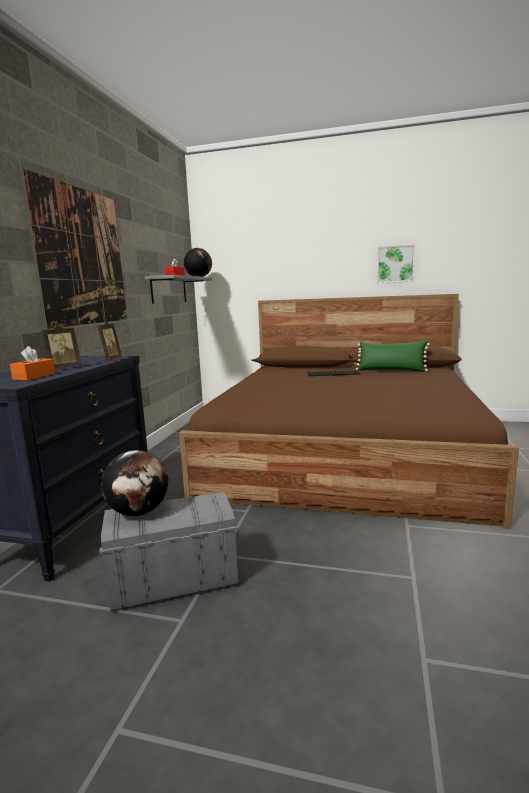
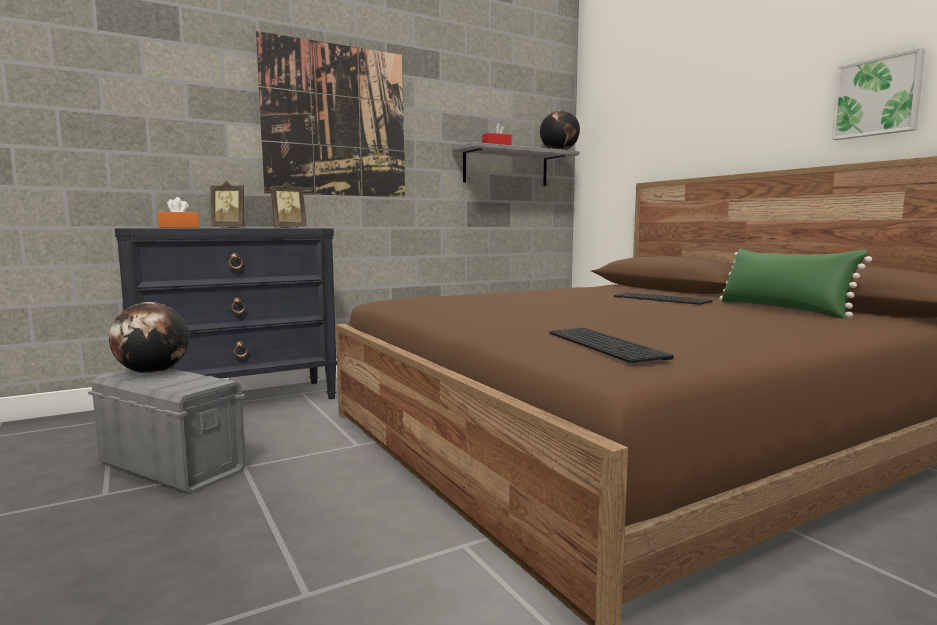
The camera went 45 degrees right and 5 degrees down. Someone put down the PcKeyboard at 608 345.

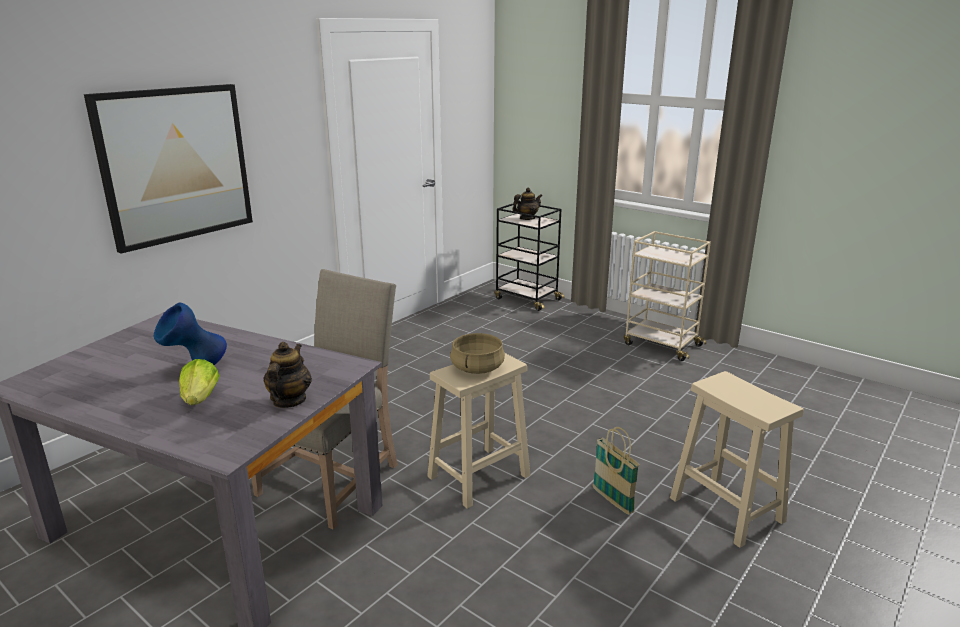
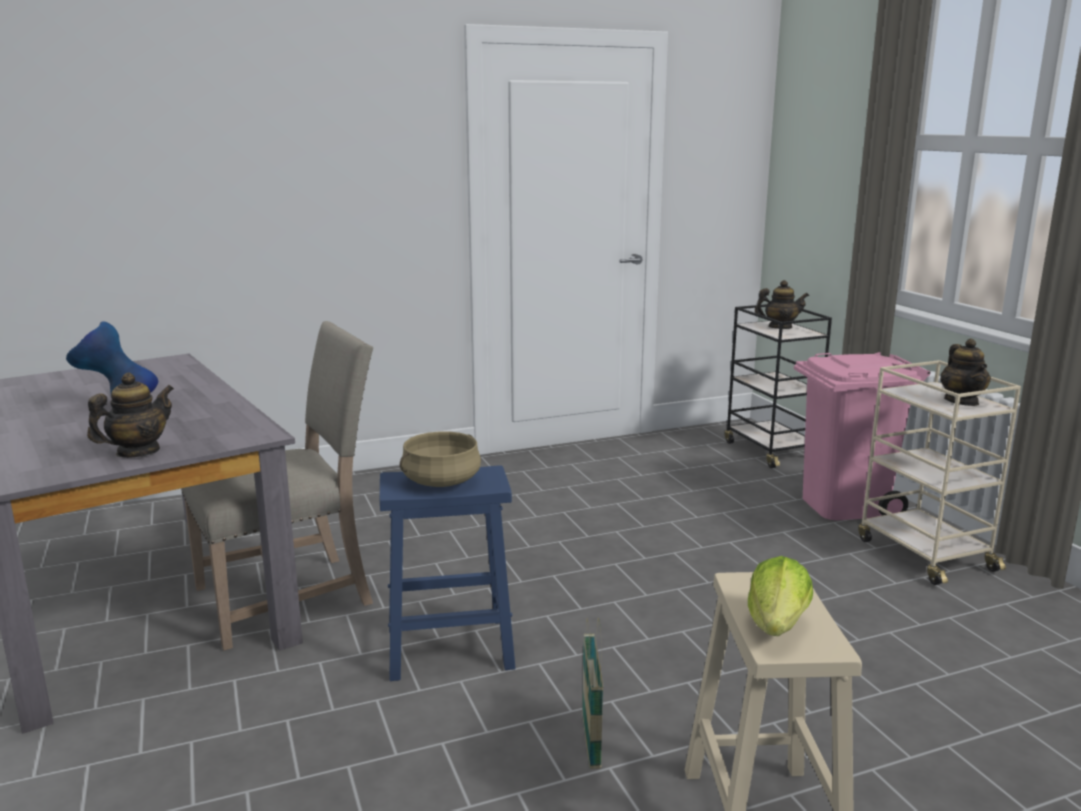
The camera went 30 degrees right and 5 degrees down. Someone took away the Picture at 175 165. Someone repainted the BeigeColouredSittingStool at 480 475, which became the BluishSittingStool at 452 647. Someone carried the Lettuce from 201 399 to 777 625. Someone put down the Teapot at 962 401. Someone put down the PinkColouredWasteBin at 843 504.

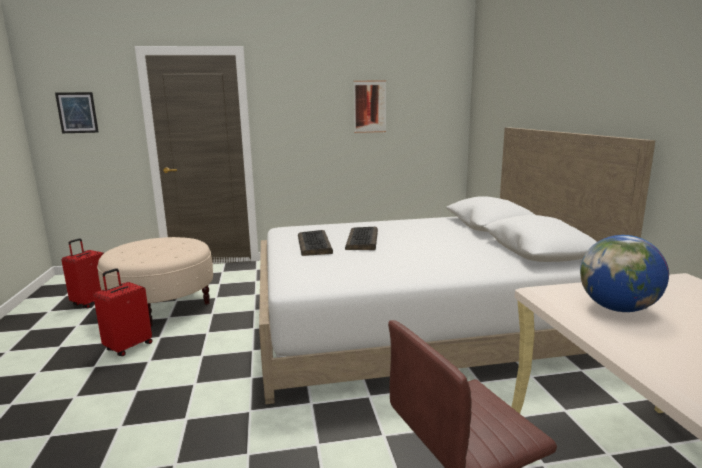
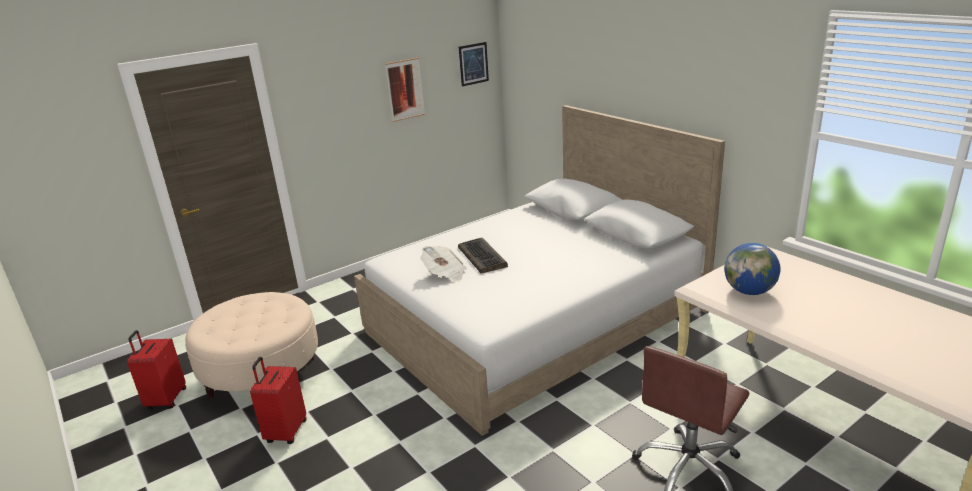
The camera went 25 degrees left and 10 degrees up. Someone carried the Picture from 77 112 to 473 64. Someone swapped the PcKeyboard at 315 245 for the PrintedPaper at 445 274.

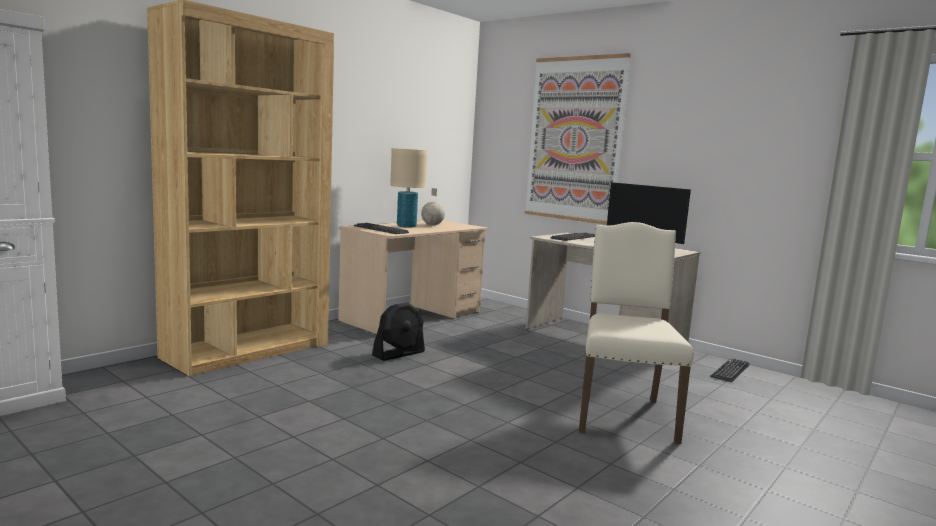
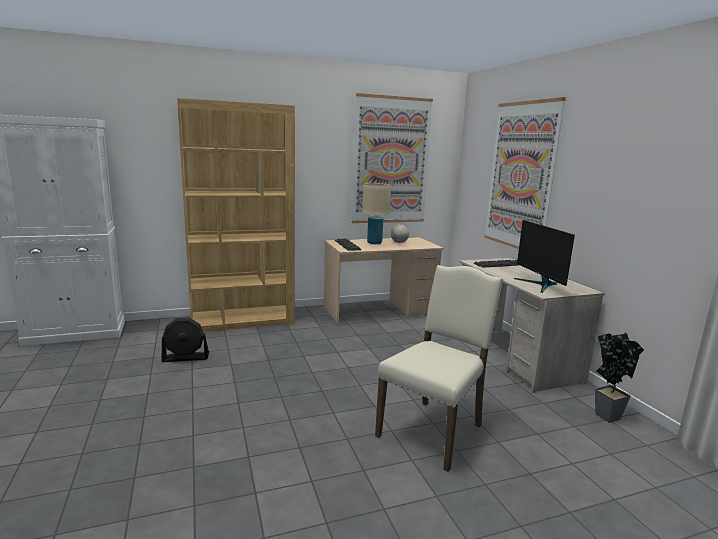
The camera went 30 degrees right and 5 degrees up. Someone carried the BlackColouredFan from 399 354 to 186 357. Someone swapped the PcKeyboard at 730 370 for the PottedPlant at 606 414. Someone put up the Picture at 391 161.

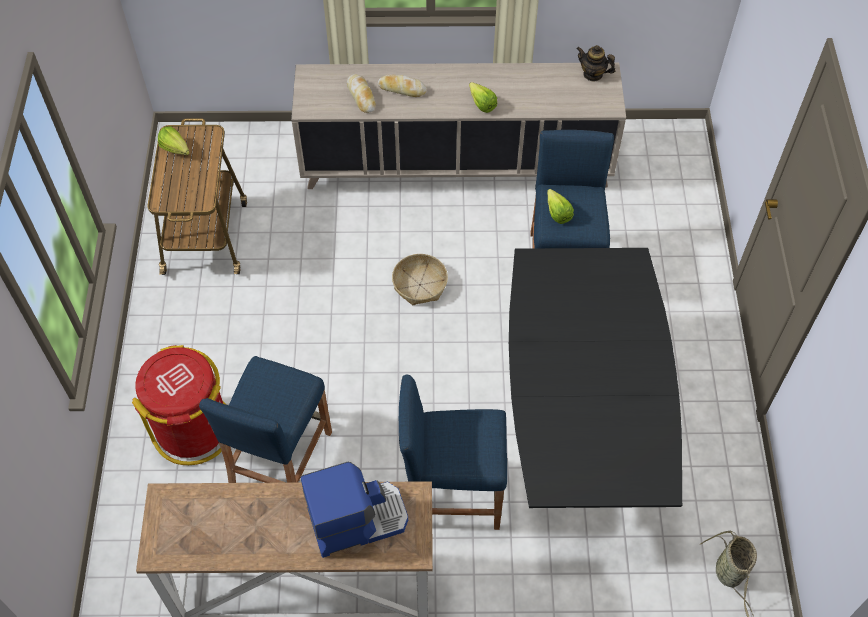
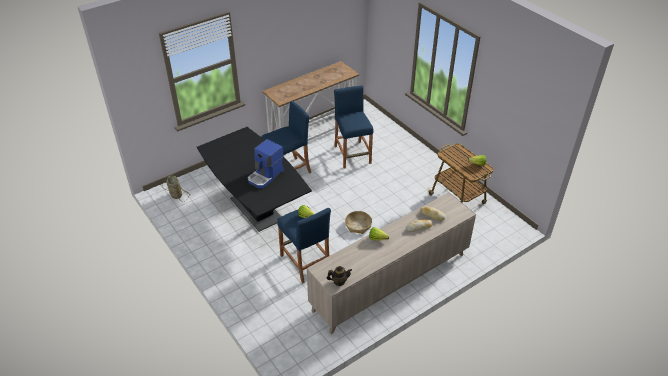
The camera went 145 degrees right and 15 degrees down. Someone took away the RedColouredWasteBin at 194 429. Someone carried the CoffeeMachine from 357 519 to 266 176.

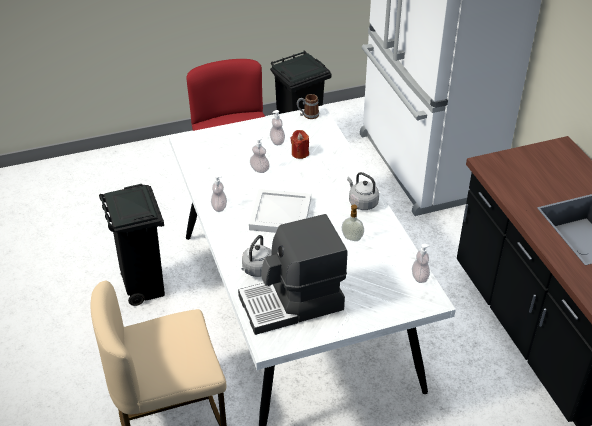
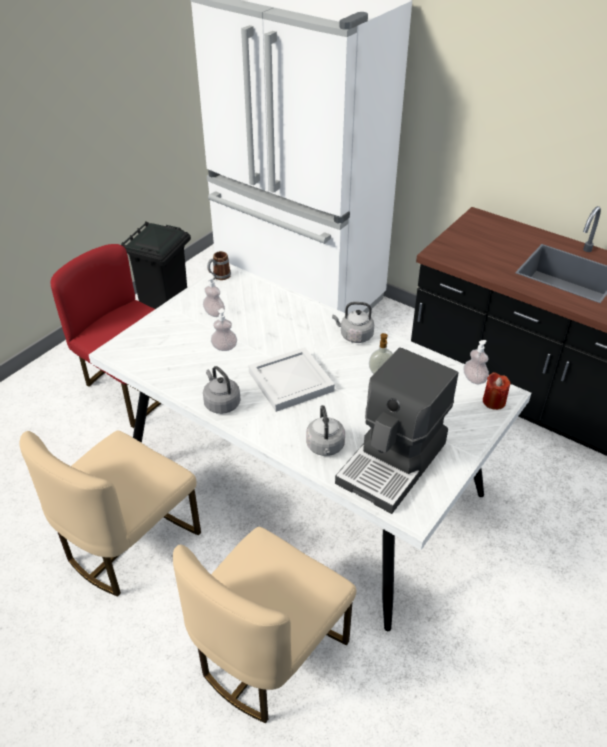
The camera went 35 degrees left and 0 degrees up. Someone carried the RedColouredWaxCandle from 300 153 to 494 401. Someone swapped the SoapDispenser at 219 207 for the GreyKettle at 221 403. Someone swapped the BlackColouredWasteBin at 144 287 for the BeigeColouredChair at 128 543.

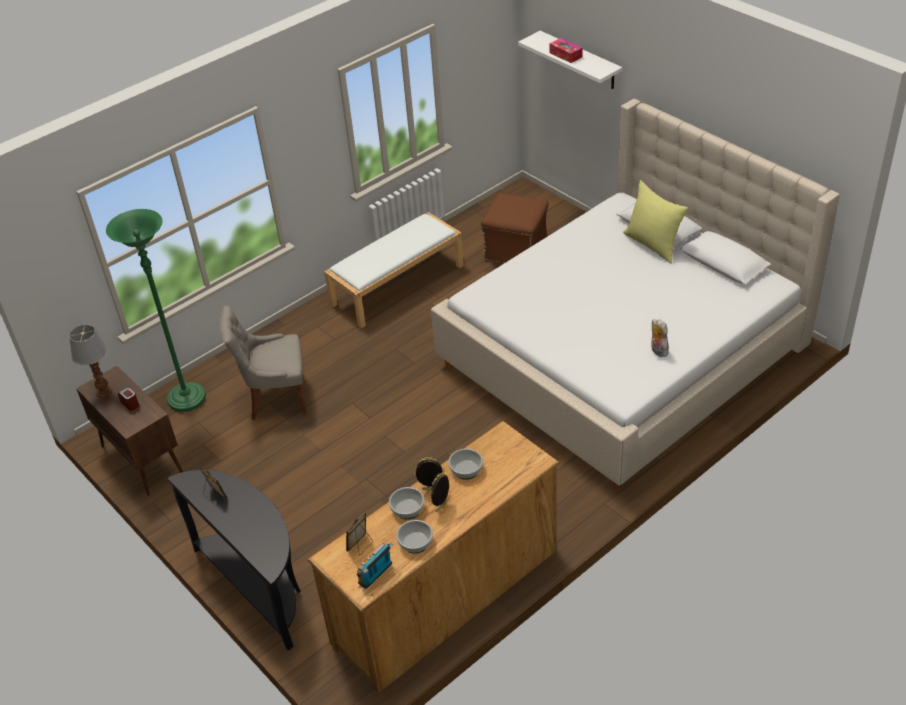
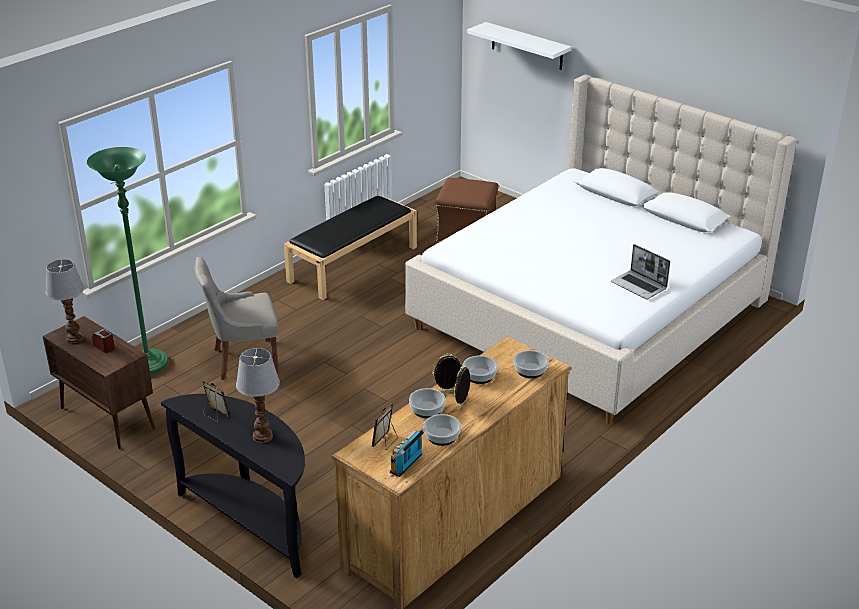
The camera went 10 degrees left and 10 degrees down. Someone took away the TissueBox at 565 55. Someone took away the YellowishCushion at 653 244. Someone repainted the WhiteLongSeat at 398 284, which became the BlackColouredLongSeat at 353 263. Someone swapped the PlushToy at 657 351 for the Laptop at 639 286. Someone put down the LampForATable at 263 437. Someone put down the Bowl at 530 370.

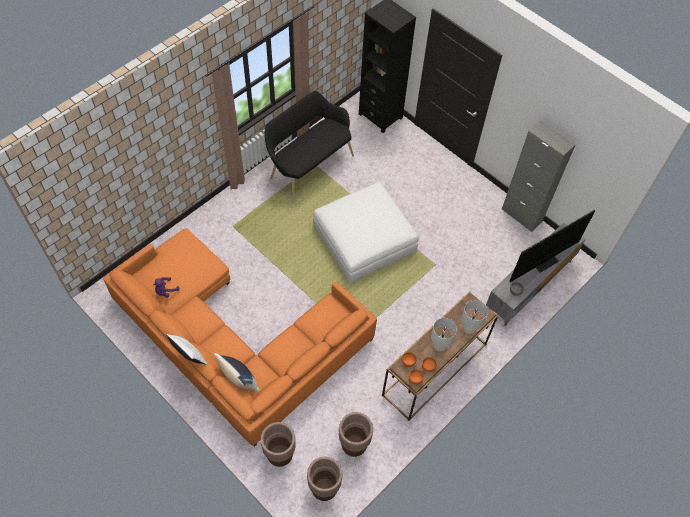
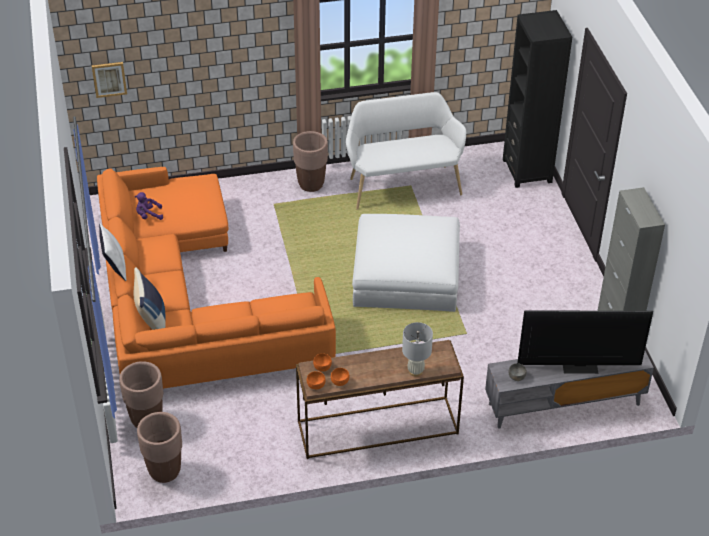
The camera went 35 degrees right and 15 degrees down. Someone repainted the BlackColouredLongSeat at 308 166, which became the WhiteLongSeat at 402 184. Someone took away the WhiteLampForATable at 439 347. Someone carried the BrownColouredFlowerPot from 354 445 to 311 184. Someone put up the Picture at 109 79.

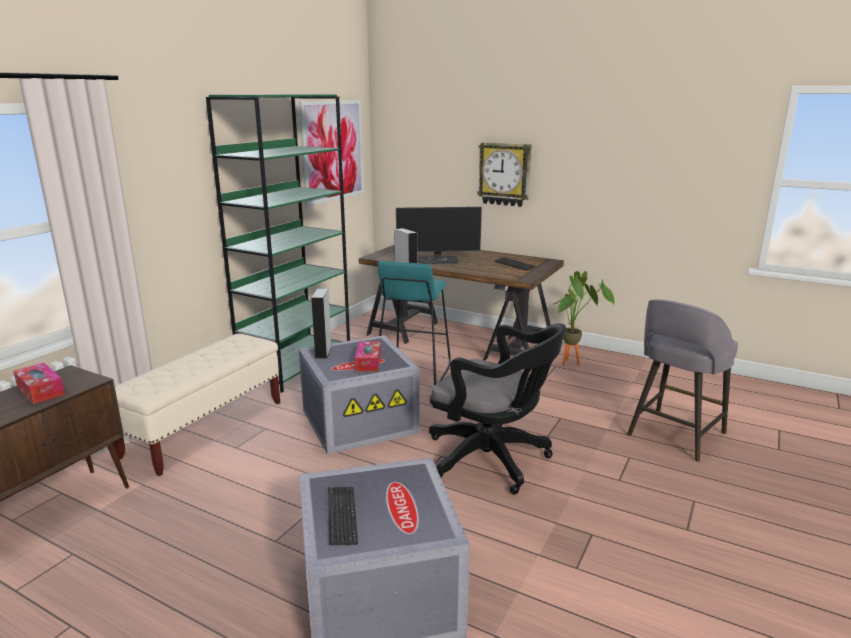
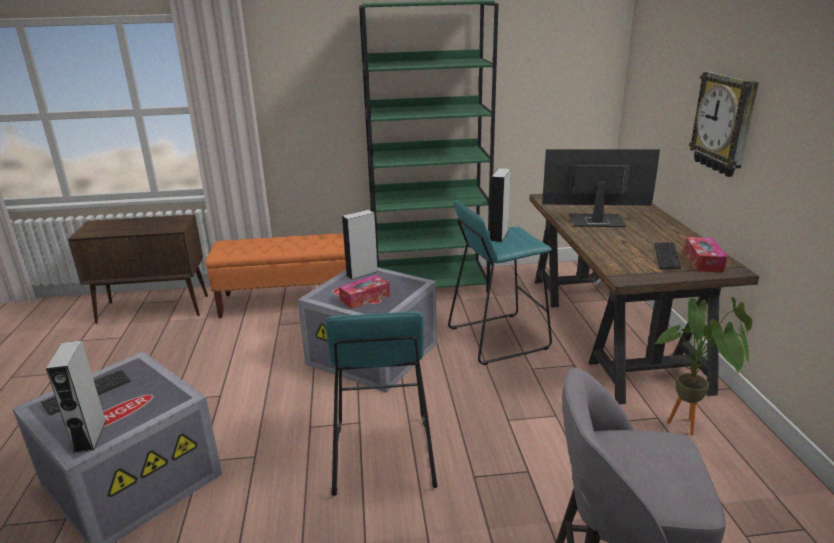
The camera went 55 degrees right and 5 degrees up. Someone took away the Picture at 333 151. Someone rotated the ComputerDisplay at 438 260 by 135 degrees clockwise. Someone swapped the BlackColouredOfficeChair at 493 460 for the TurquoiseColouredSittingStool at 382 457. Someone repainted the BeigeColouredLongSeat at 205 429, which became the OrangeColouredLongSeat at 292 301. Someone carried the TissueBox from 40 390 to 703 261. Someone put down the GreySpeaker at 90 436.

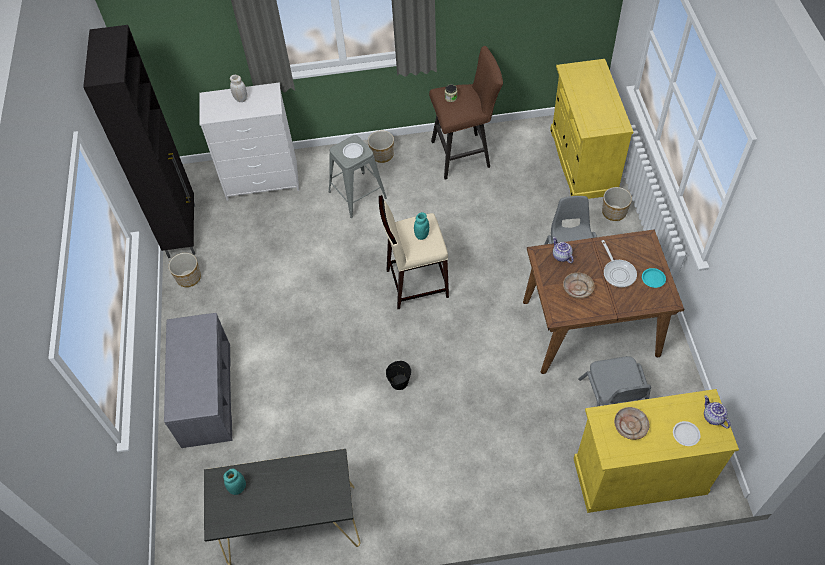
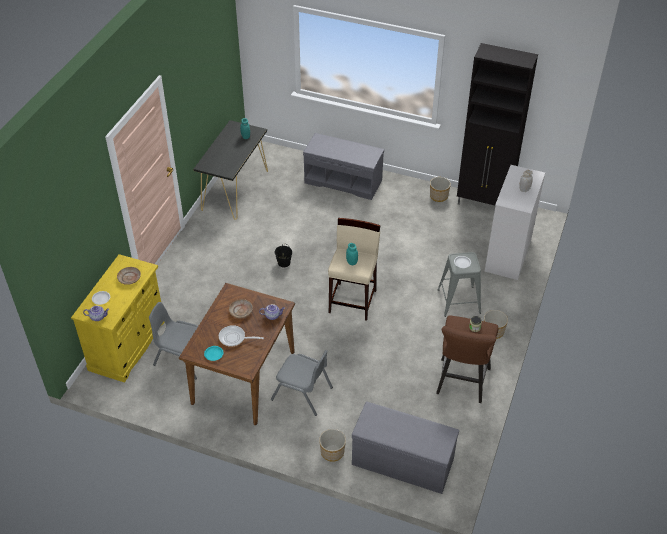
The camera went 115 degrees right and 10 degrees down. Someone swapped the YellowishStorageCabinet at 582 161 for the GreyLongSeat at 401 462.

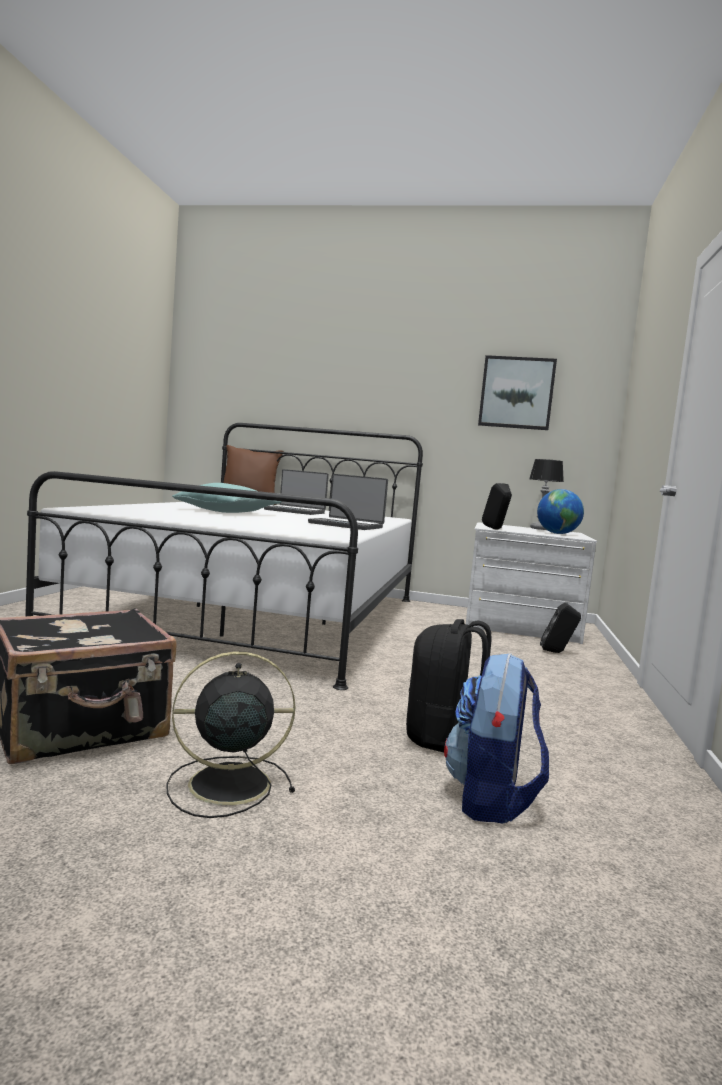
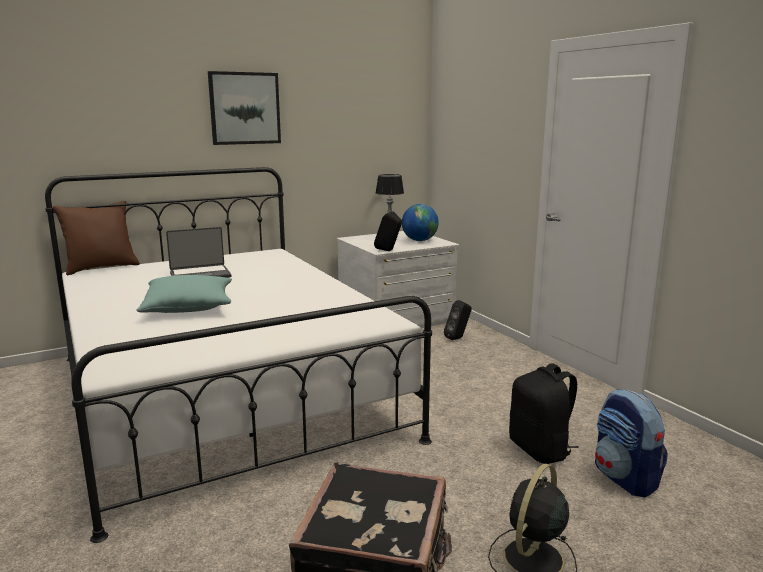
The camera went 40 degrees left and 10 degrees up. Someone carried the Picture from 516 393 to 244 108. Someone took away the Laptop at 347 525.

